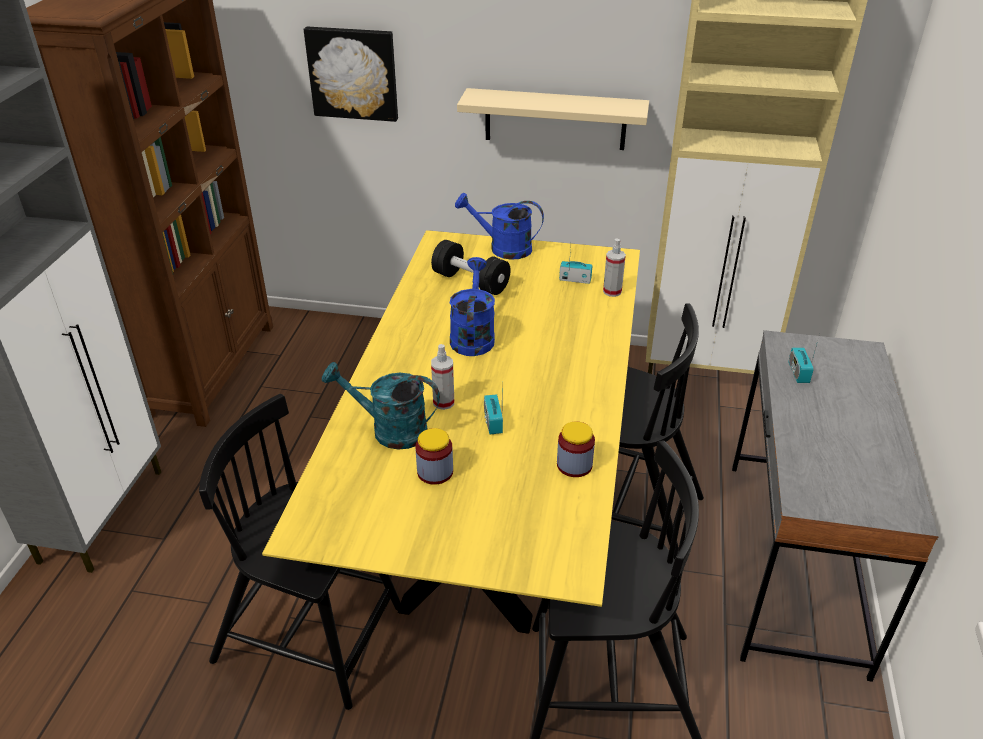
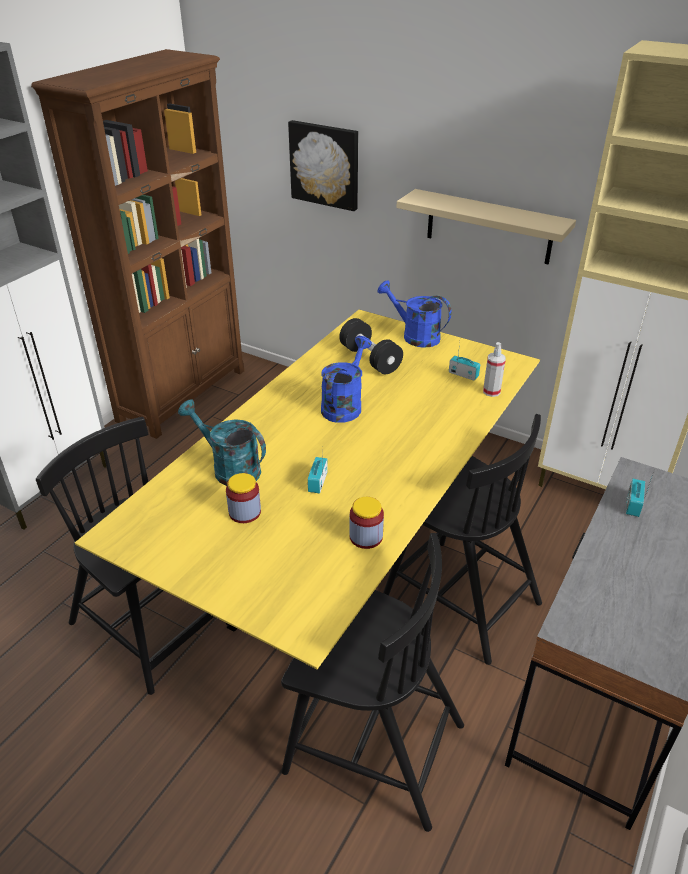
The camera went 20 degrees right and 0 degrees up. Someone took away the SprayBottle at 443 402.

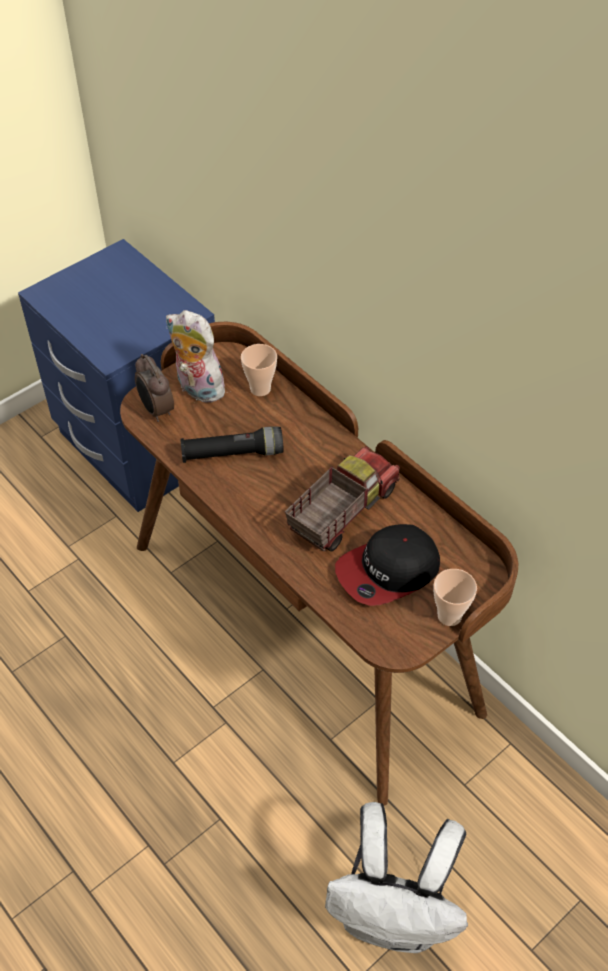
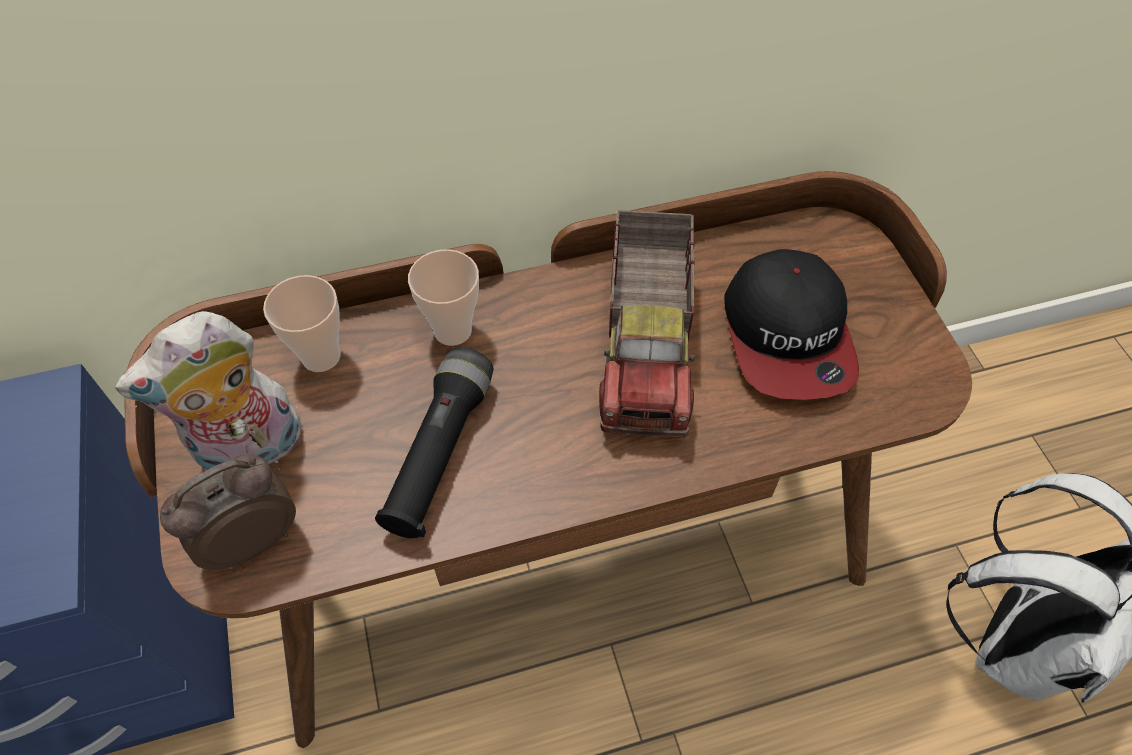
The camera went 65 degrees left and 5 degrees up. Someone rotated the AlarmClock at 156 410 by 150 degrees clockwise. Someone rotated the ModelTruck at 341 512 by 150 degrees counterclockwise. Someone carried the DrinkingCup from 449 616 to 452 330.

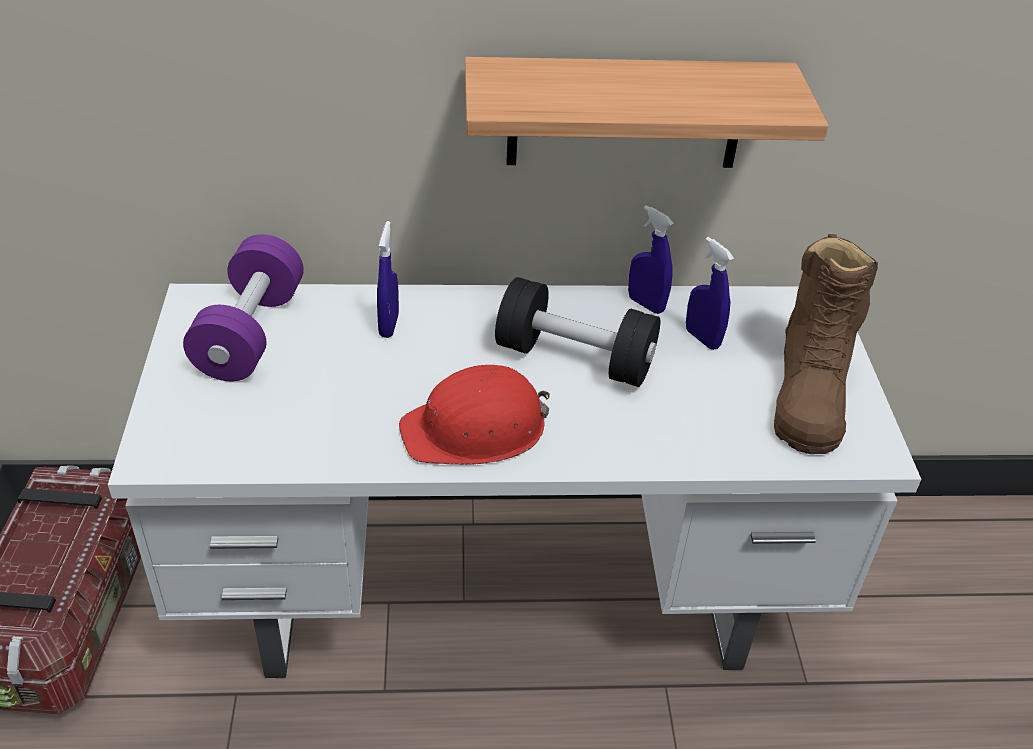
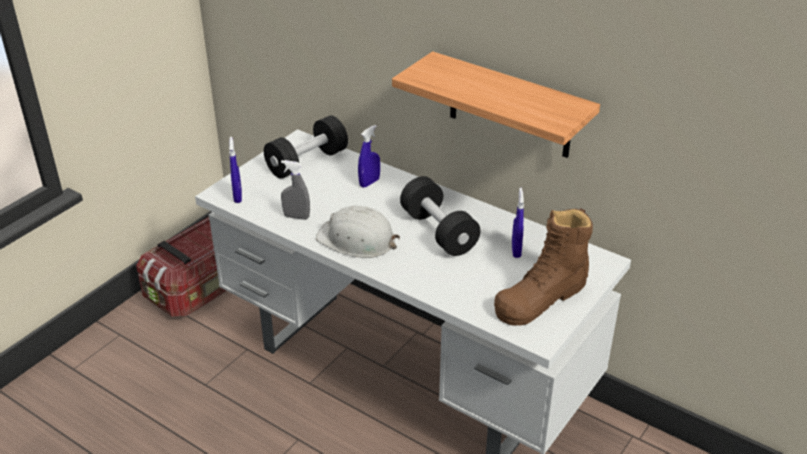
The camera went 40 degrees right and 5 degrees down. Someone carried the BluishSprayBottle from 646 304 to 238 197. Someone repainted the PurpleDumbbell at 250 333, which became the BlackColouredDumbbell at 307 162. Someone repainted the RedColouredHardHat at 476 429, which became the WhiteHardHat at 357 240. Someone put down the GreySprayBottle at 296 217.

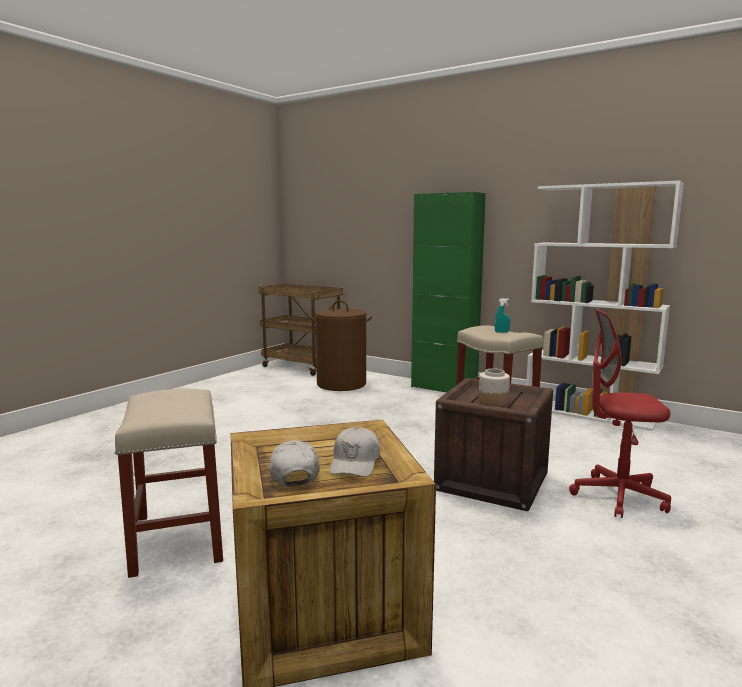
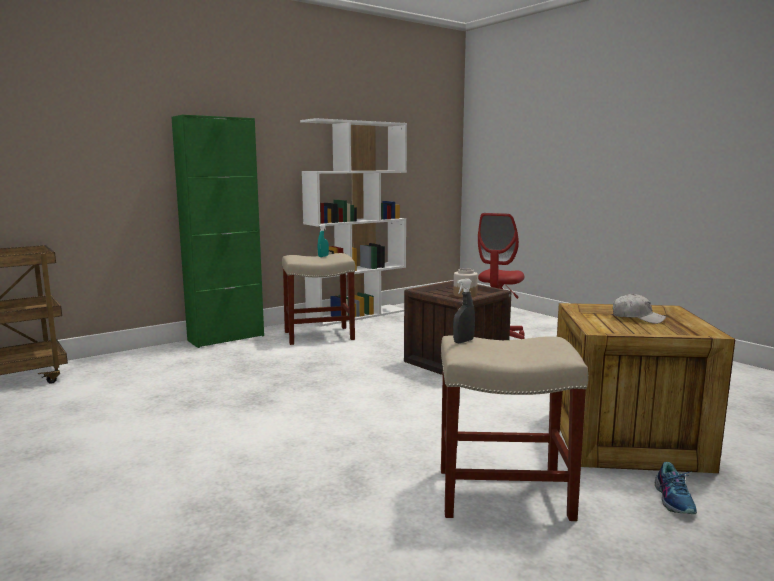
The camera went 70 degrees left and 0 degrees up. Someone took away the BrownColouredWashingBasket at 341 384. Someone took away the WhiteCap at 293 473. Someone put down the GreySprayBottle at 463 341. Someone put down the LowShoe at 674 499.

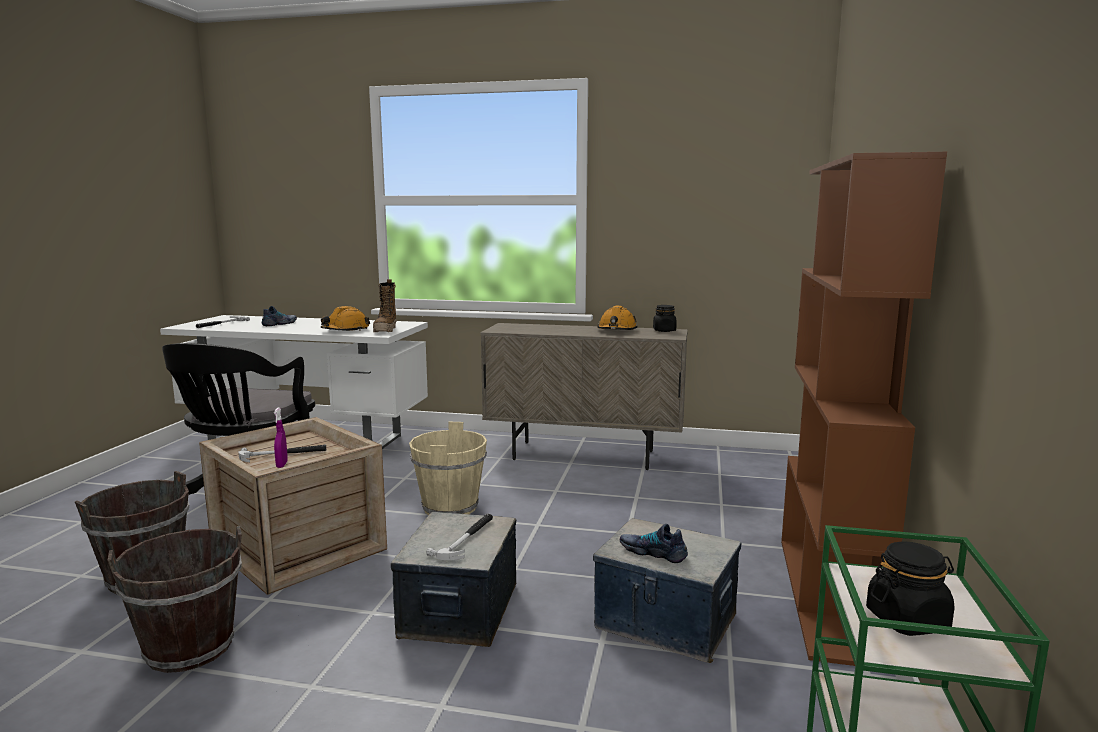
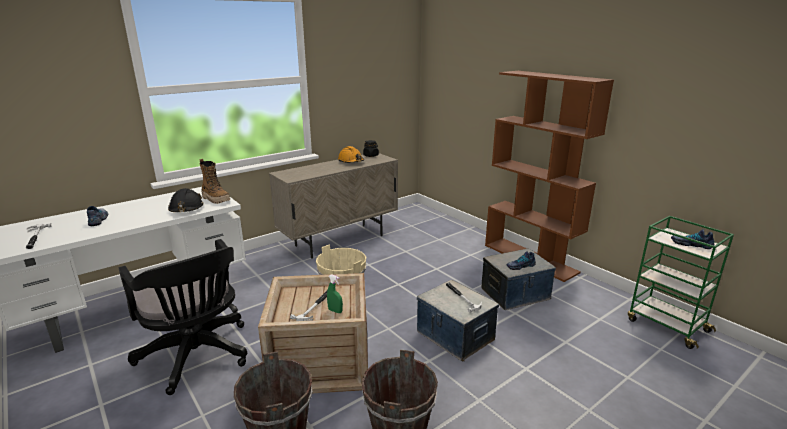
The camera went 50 degrees left and 10 degrees up. Someone repainted the OrangeColouredHardHat at 345 330, which became the BlackColouredHardHat at 186 208. Someone repainted the PurpleSprayBottle at 282 465, which became the GreenishSprayBottle at 335 311. Someone swapped the BlackColouredStorageJar at 907 620 for the LowShoe at 691 244.

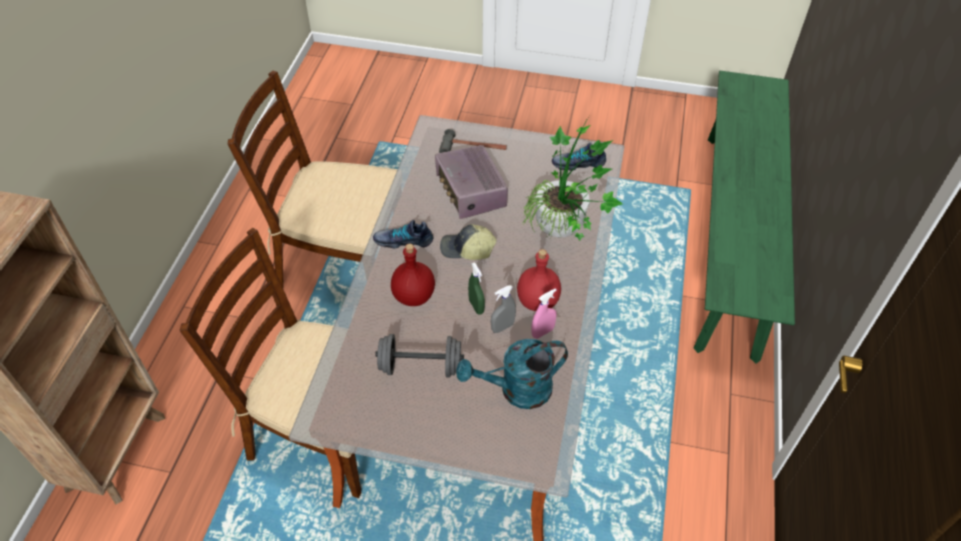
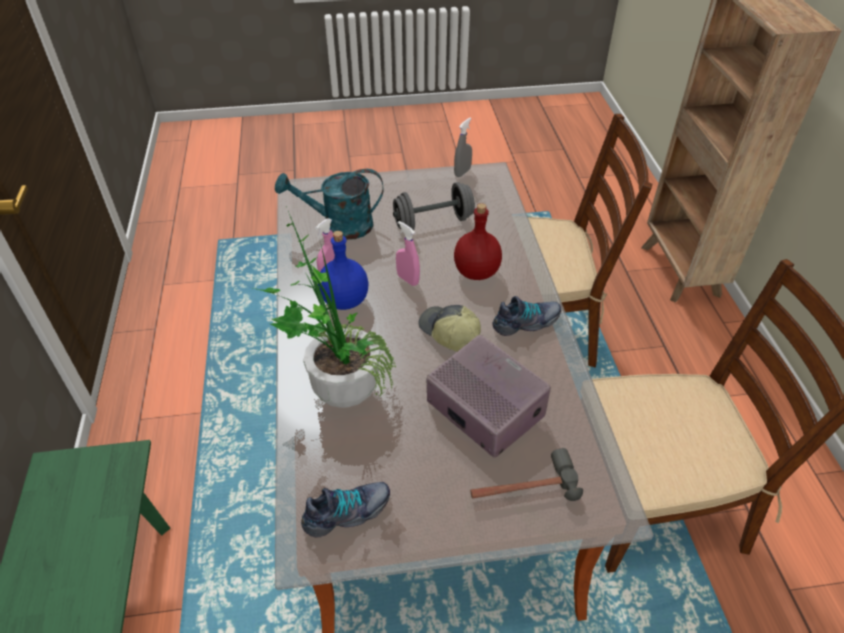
The camera went 160 degrees right and 5 degrees down. Someone rotated the Cap at 467 249 by 120 degrees counterclockwise. Someone repainted the RedColouredBottle at 537 302, which became the BluishBottle at 345 300. Someone repainted the GreenishSprayBottle at 476 306, which became the PinkColouredSprayBottle at 407 279. Someone carried the GreySprayBottle from 502 327 to 462 172. Someone rotated the TurquoiseColouredWateringCan at 517 391 by 150 degrees counterclockwise.

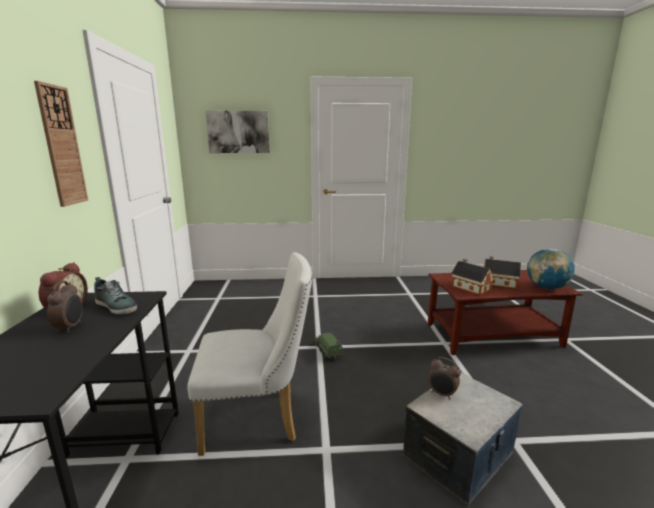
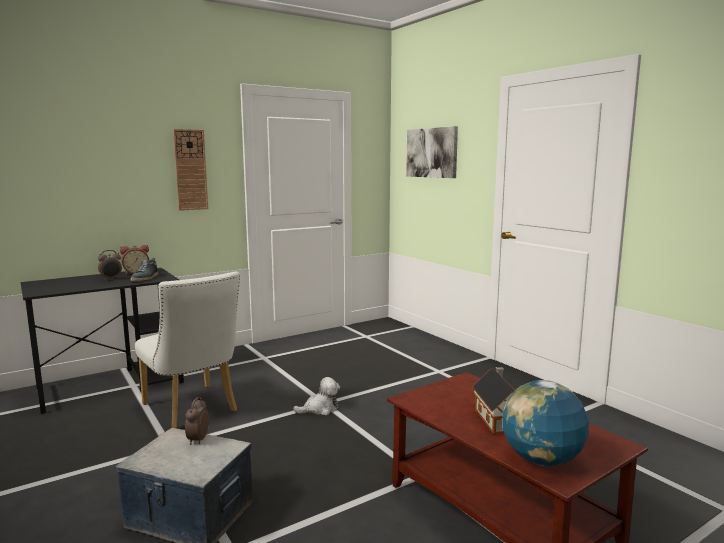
The camera went 60 degrees right and 5 degrees down. Someone took away the ModelHouse at 469 287. Someone swapped the ModelTruck at 327 351 for the PlushToy at 320 409.

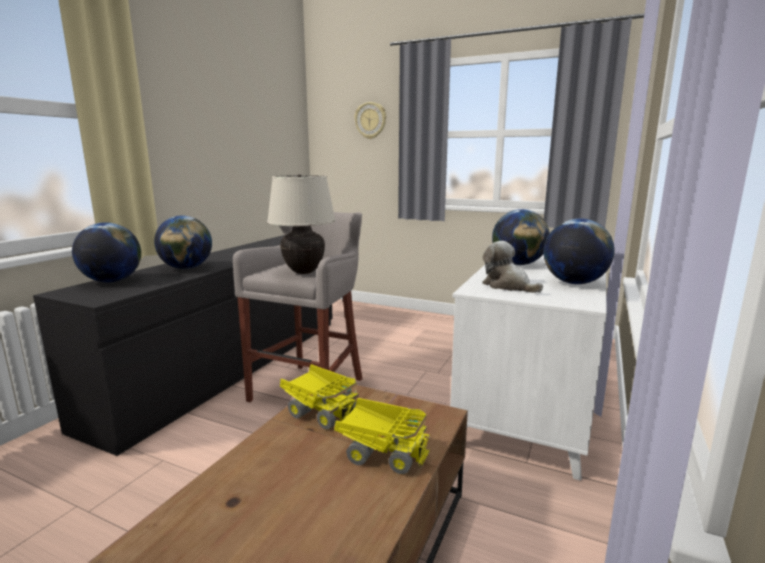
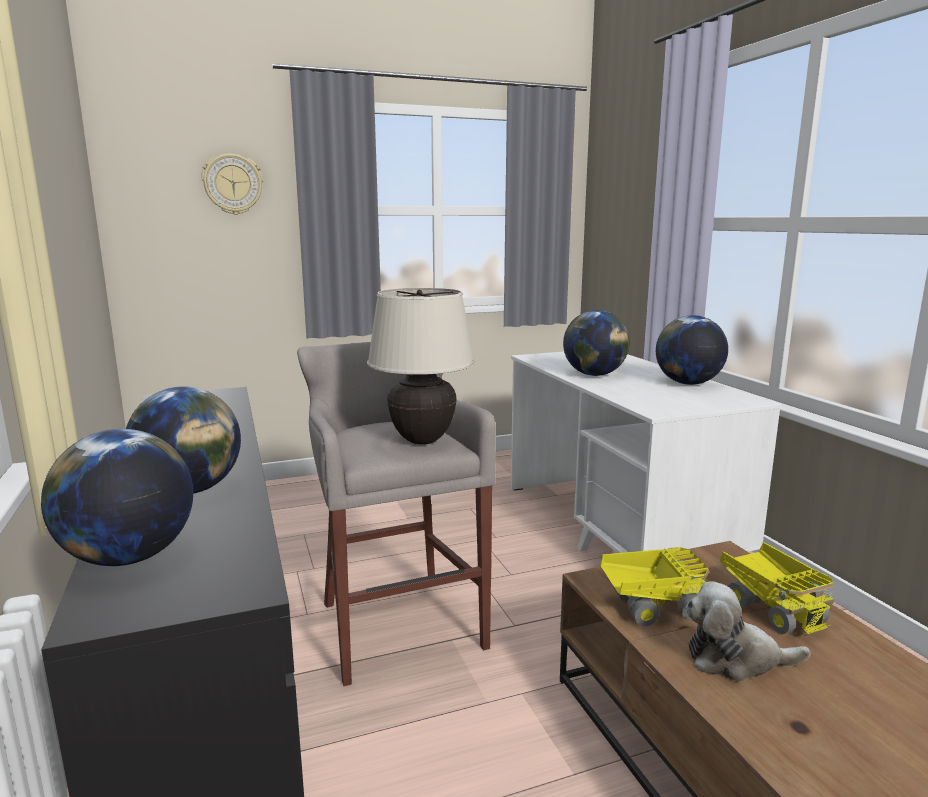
The camera went 45 degrees left and 0 degrees up. Someone carried the PlushToy from 508 286 to 735 659. Someone rotated the ModelTruck at 382 453 by 90 degrees clockwise.

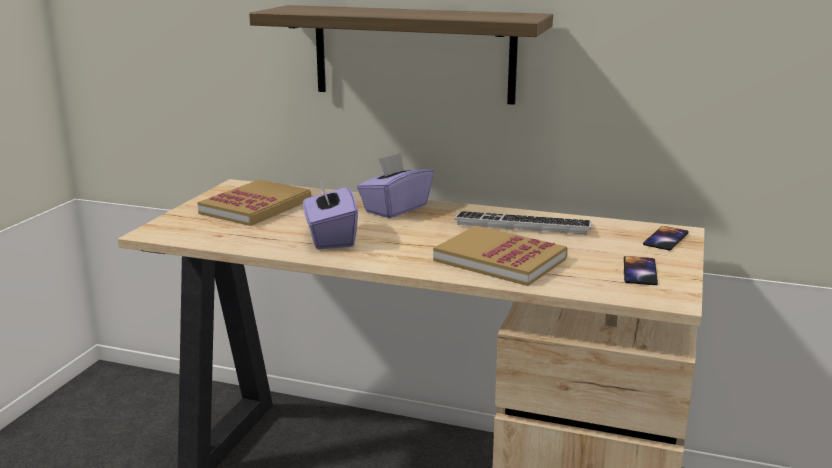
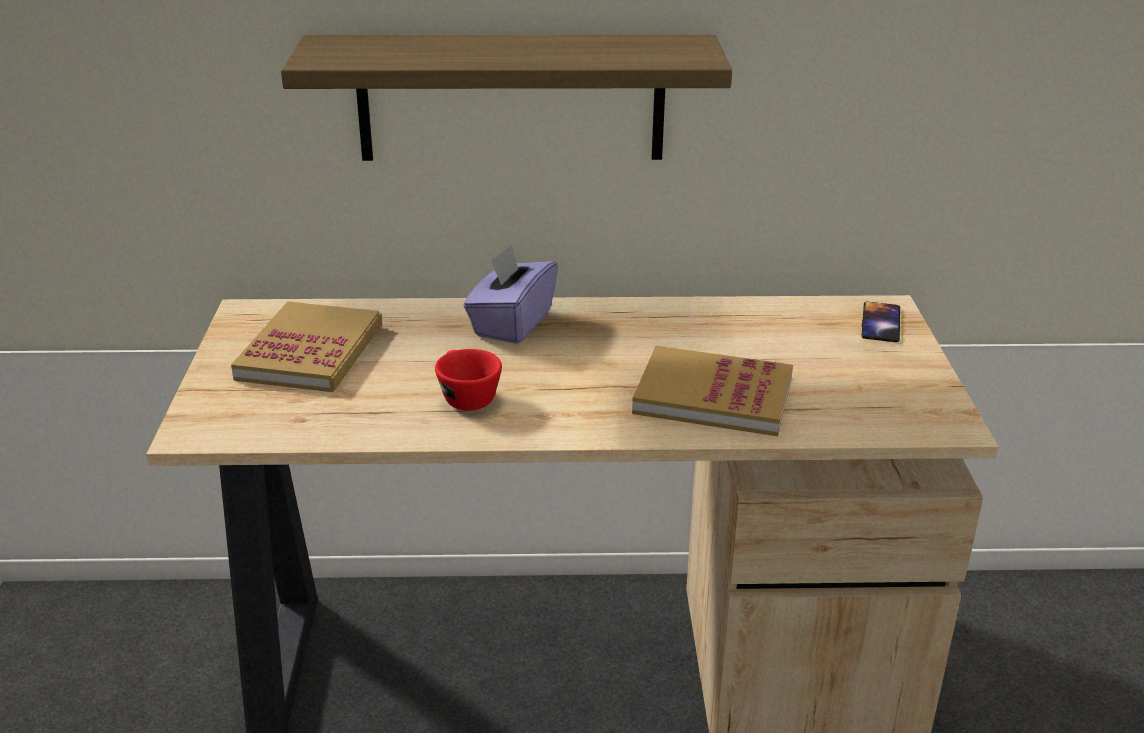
The camera went 20 degrees left and 10 degrees up. Someone swapped the PurpleTissueBox at 330 238 for the RedColouredDrinkingCup at 465 396. Someone took away the PcKeyboard at 522 225. Someone took away the Phone at 639 271.

